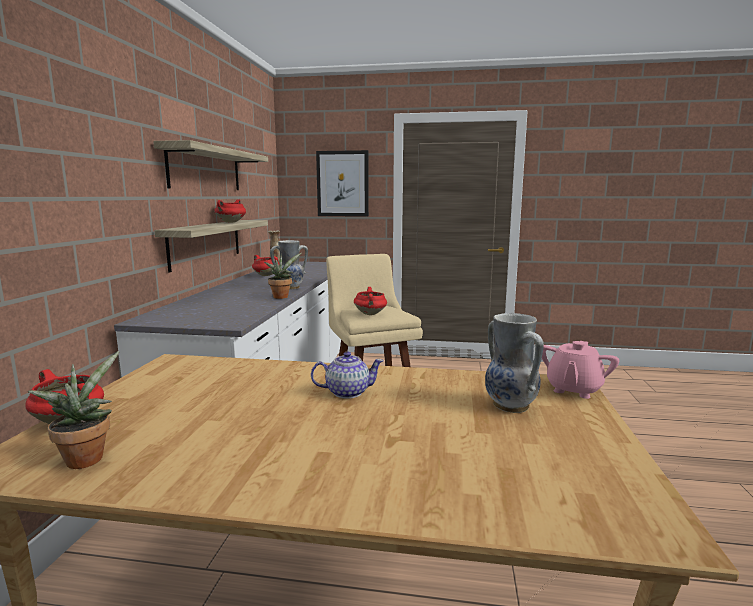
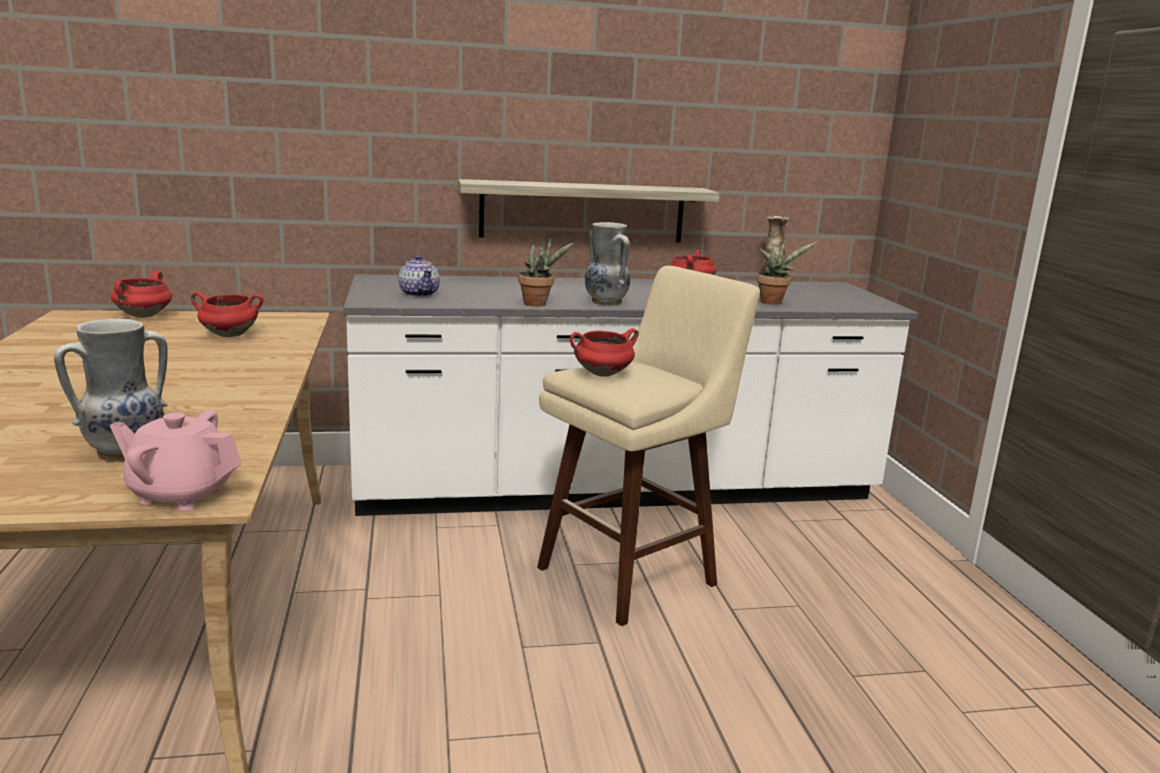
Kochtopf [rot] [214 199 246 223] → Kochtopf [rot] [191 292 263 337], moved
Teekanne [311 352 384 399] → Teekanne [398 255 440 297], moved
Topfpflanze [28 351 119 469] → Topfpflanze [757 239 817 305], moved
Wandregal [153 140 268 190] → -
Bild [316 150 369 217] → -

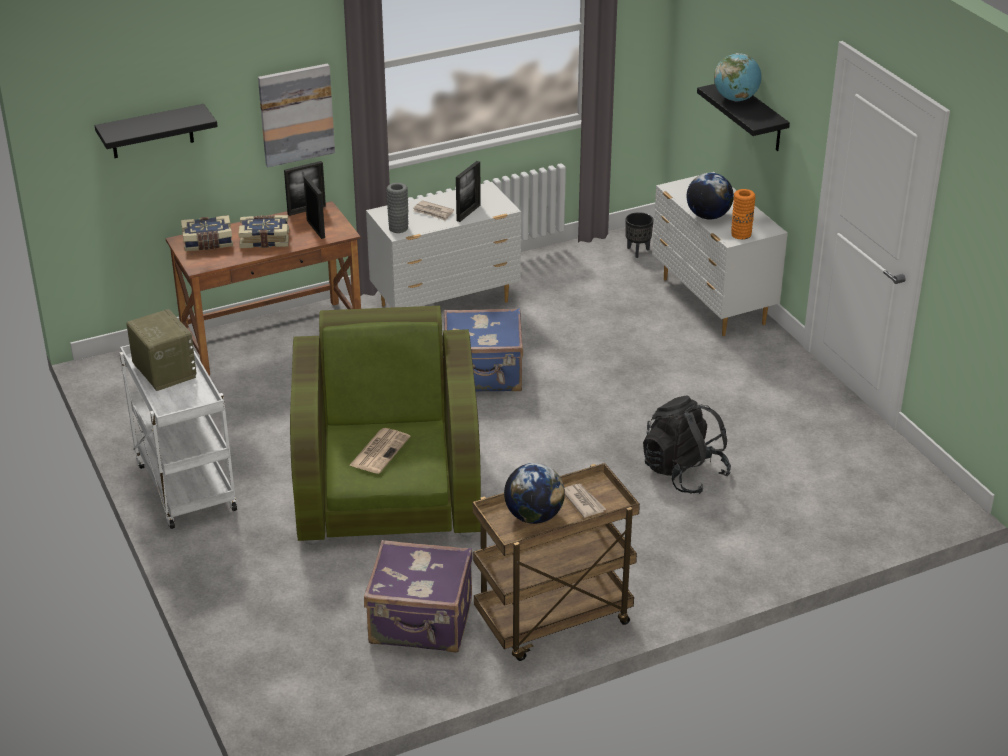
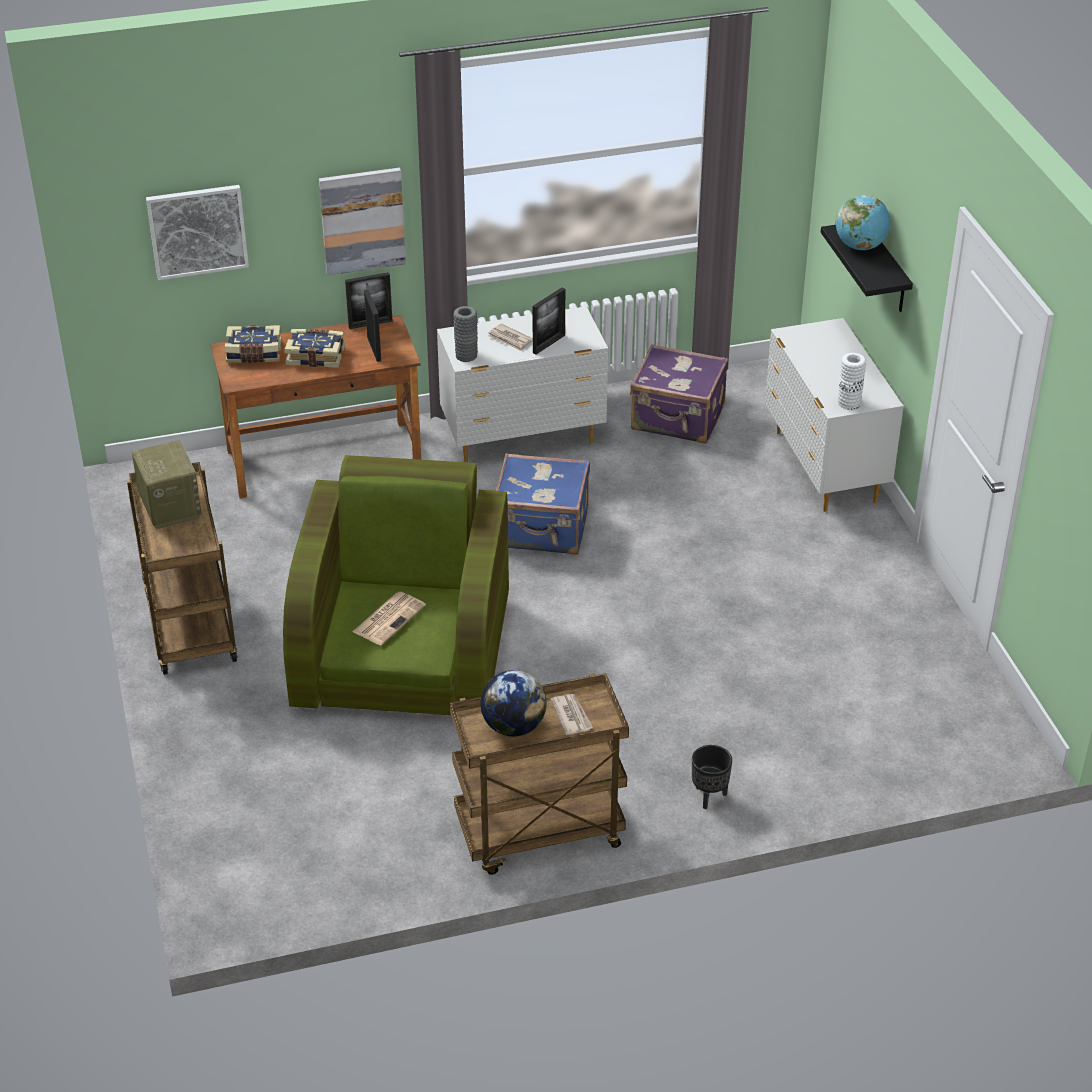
Rollwagen [weiß] [120 341 237 529] → Rollwagen [braun] [127 462 237 675]
Wandregal [schwarz] [94 104 218 158] → Bild [146 185 249 280]
Koffer [lila] [364 540 473 653] → Koffer [lila] [630 344 729 444], moved
Pflanzkübel [schwarz] [625 212 654 258] → Pflanzkübel [schwarz] [692 745 732 809], moved
Vase [orange] [731 189 756 240] → Vase [weiß] [838 353 866 410]
Rucksack [schwarz] [643 395 731 494] → -
Globus [687 173 734 220] → -

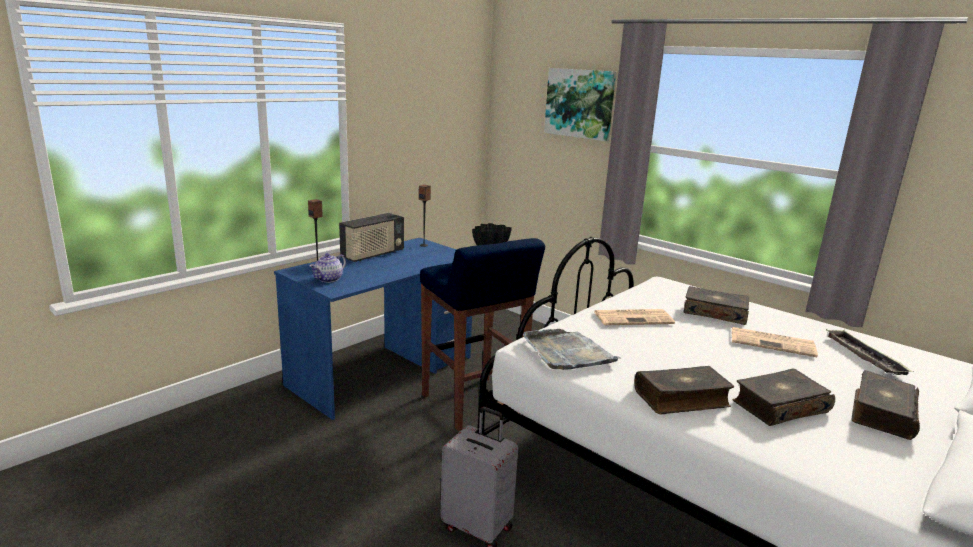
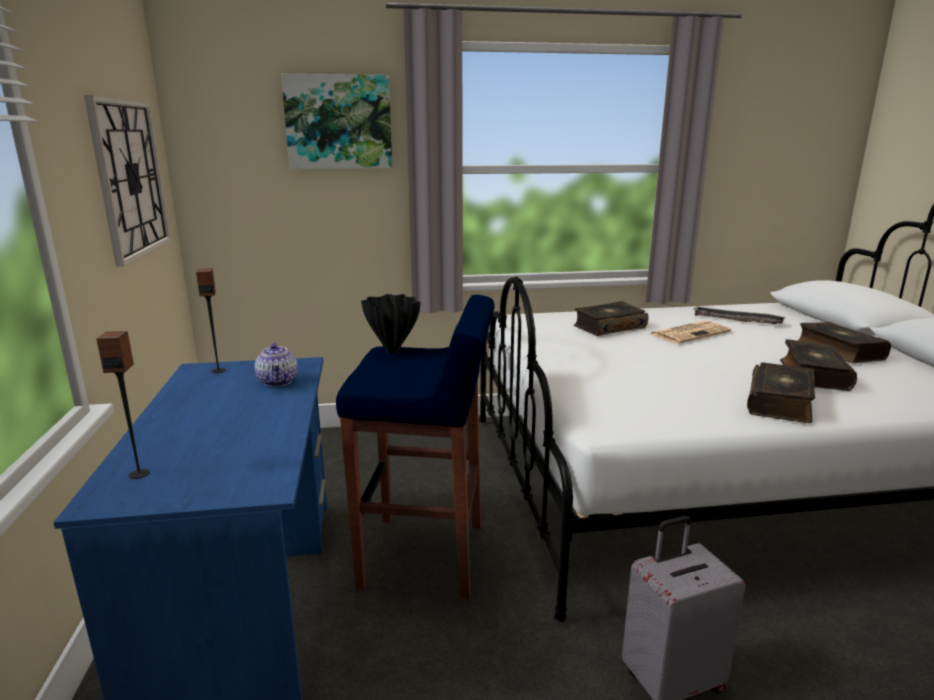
- → Wanduhr [84 95 171 267]
Teekanne [309 253 346 283] → Teekanne [255 343 298 387], moved
Radio [339 213 404 262] → -
Tablett [grau] [523 329 621 370] → -
Zeitung [594 309 675 325] → -

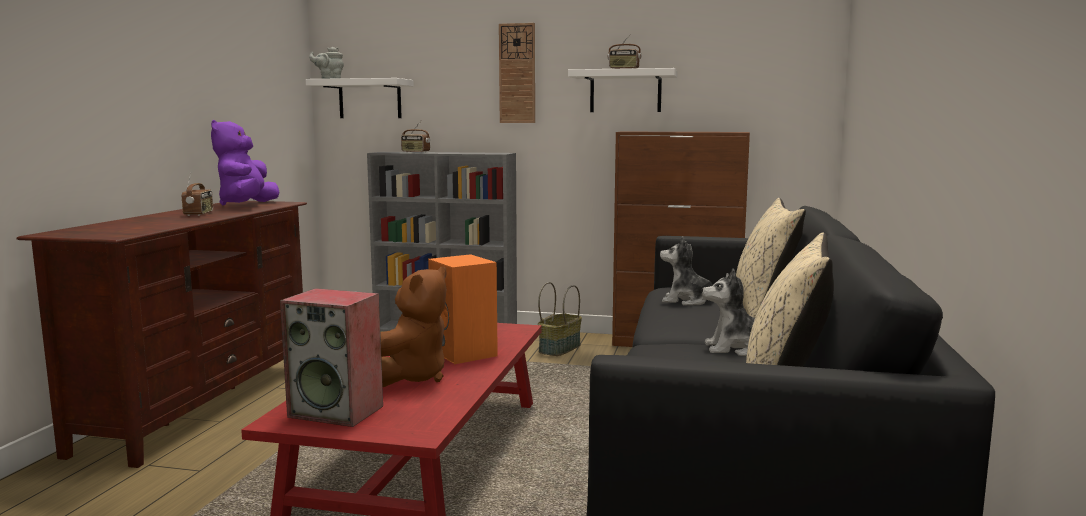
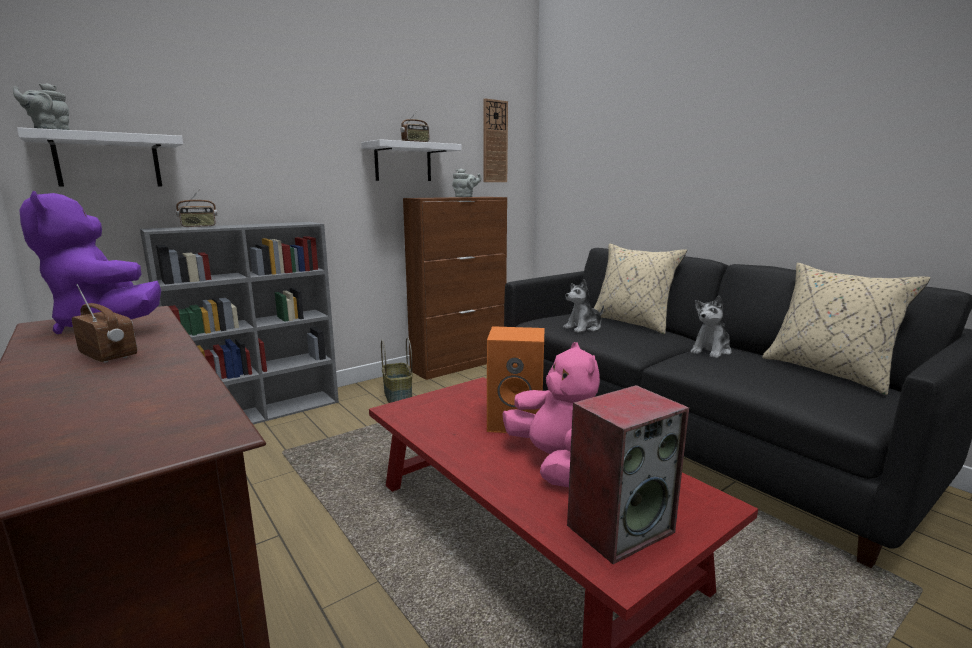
- → Teekanne [grau] [452 169 482 197]
Wanduhr [499 23 535 123] → Wanduhr [484 98 508 182], moved
Plüschtier [braun] [380 266 447 387] → Plüschtier [rosa] [503 342 600 487]

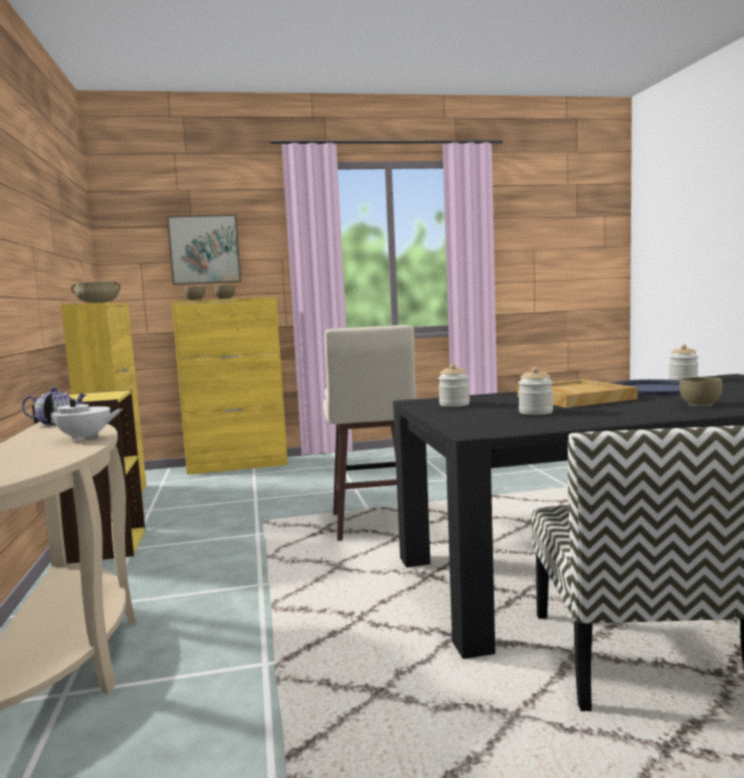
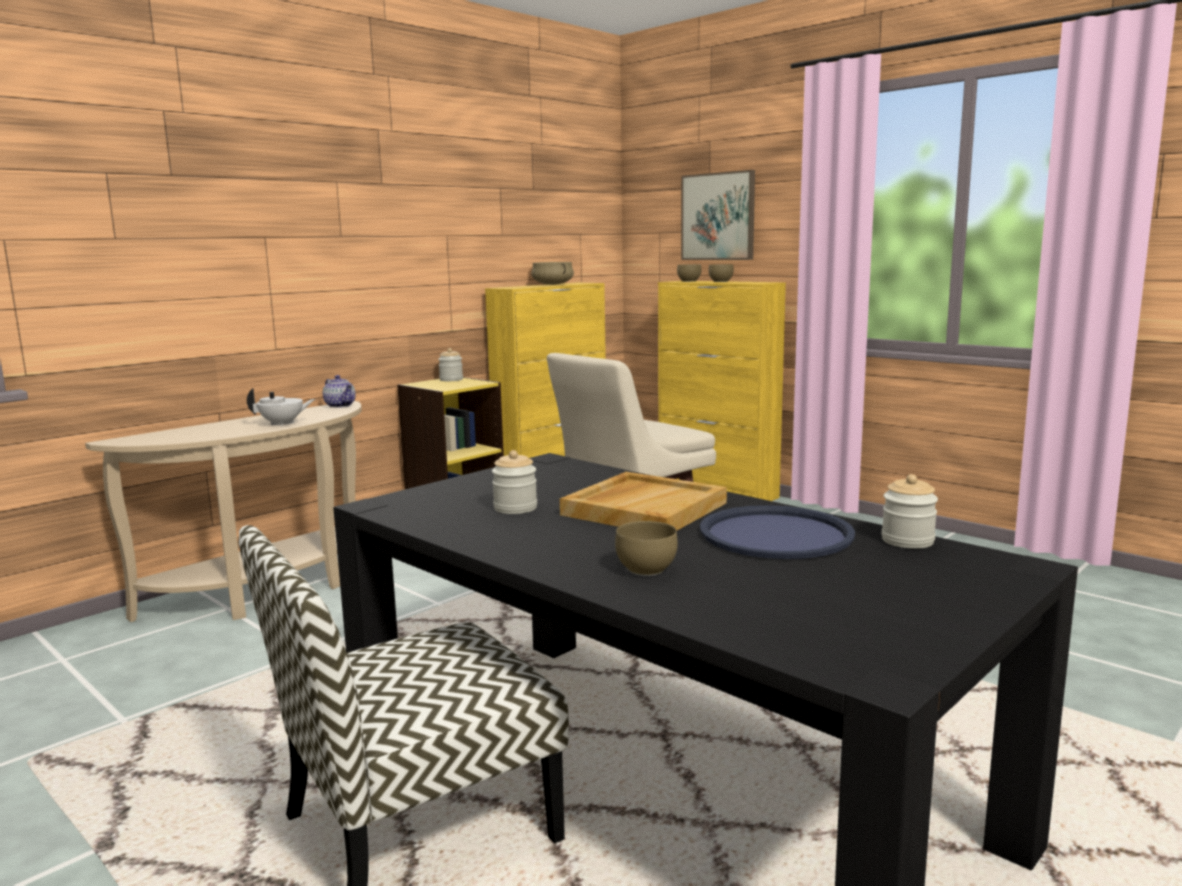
Teekanne [weiß] [43 393 123 441] → Teekanne [weiß] [247 388 315 426], 75 degrees counterclockwise
Vorratsglas [438 364 470 407] → Vorratsglas [438 348 463 381], moved

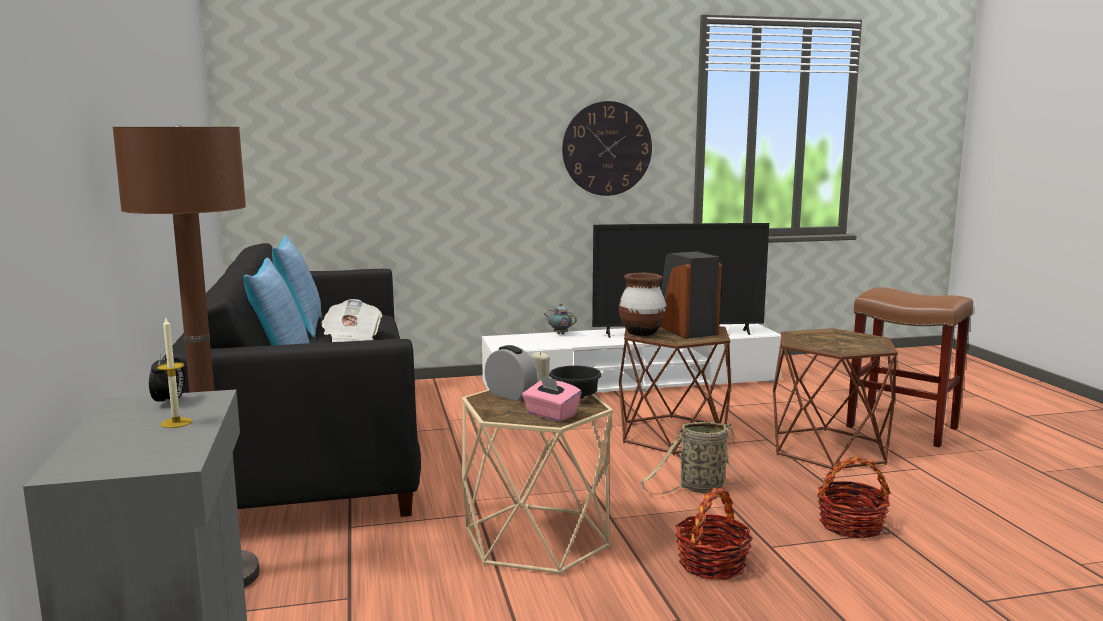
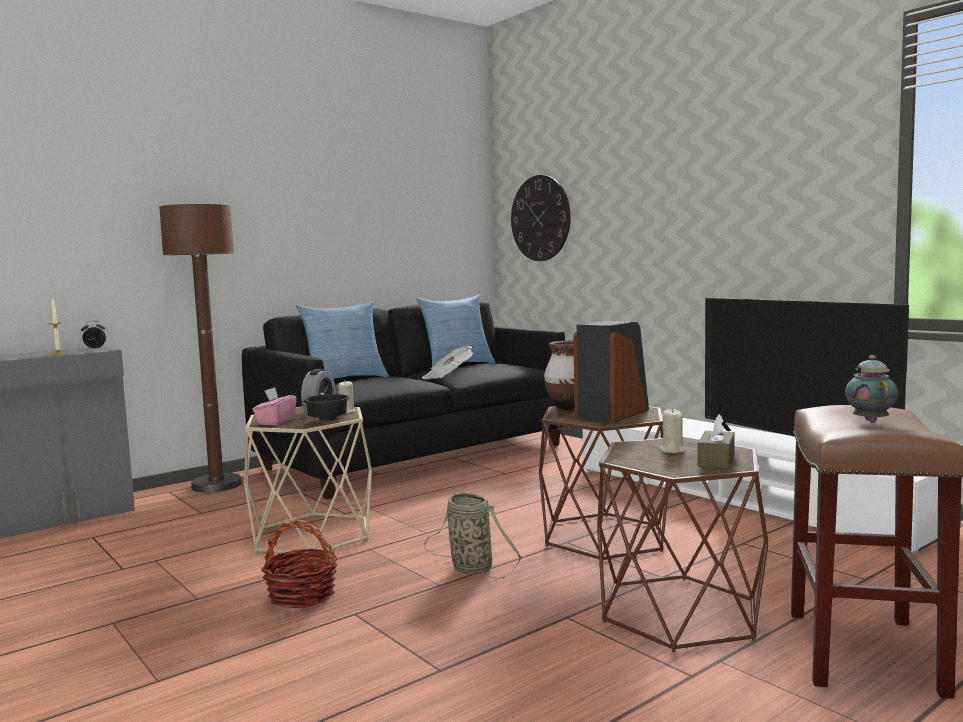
Wanduhr [562 101 652 196] → Wanduhr [511 175 571 261], moved
- → Kerze [beige] [659 408 685 453]
- → Taschentuchbox [braun] [698 414 735 469]
Teekanne [544 303 577 335] → Teekanne [845 355 898 423], moved
Korb [817 457 891 538] → -

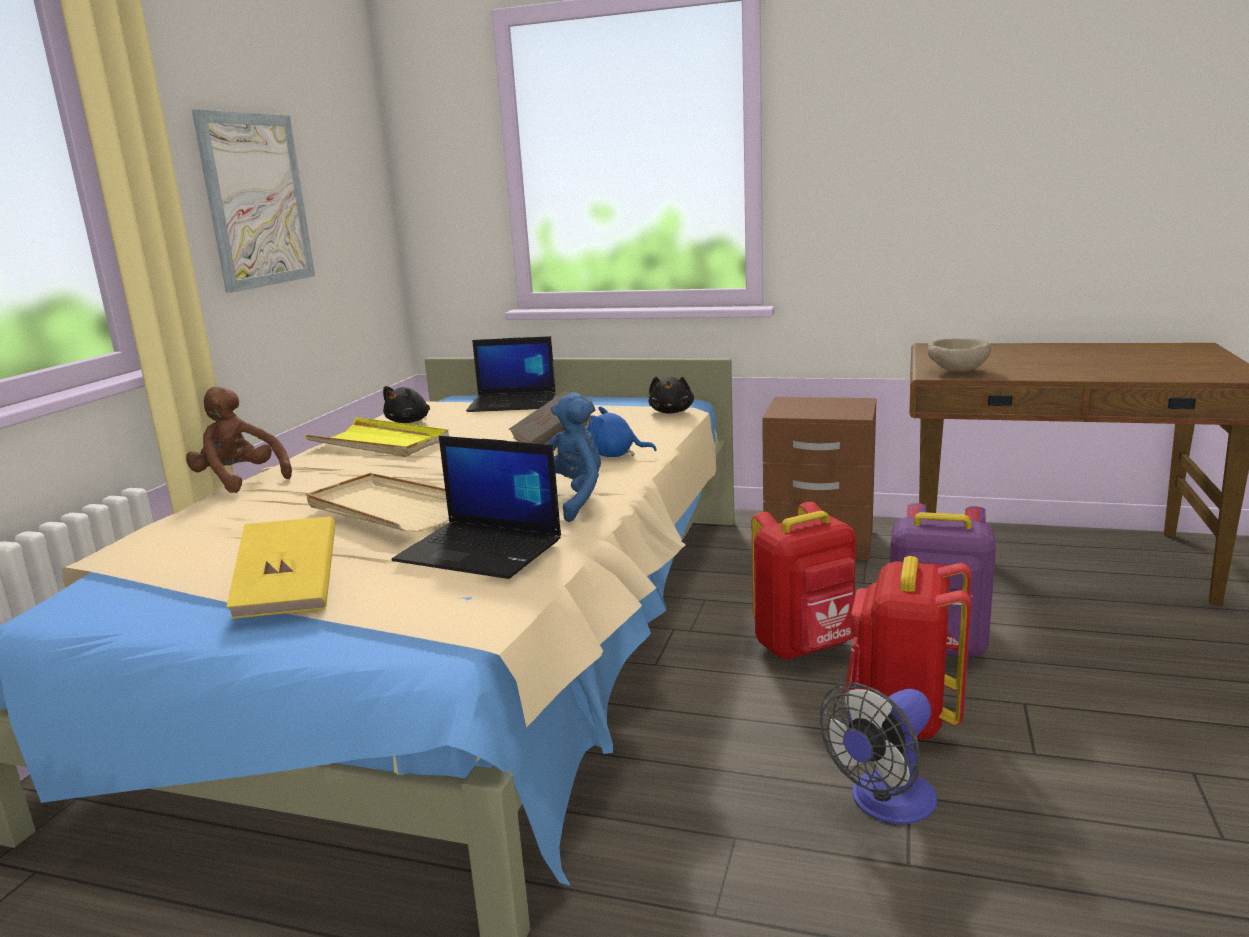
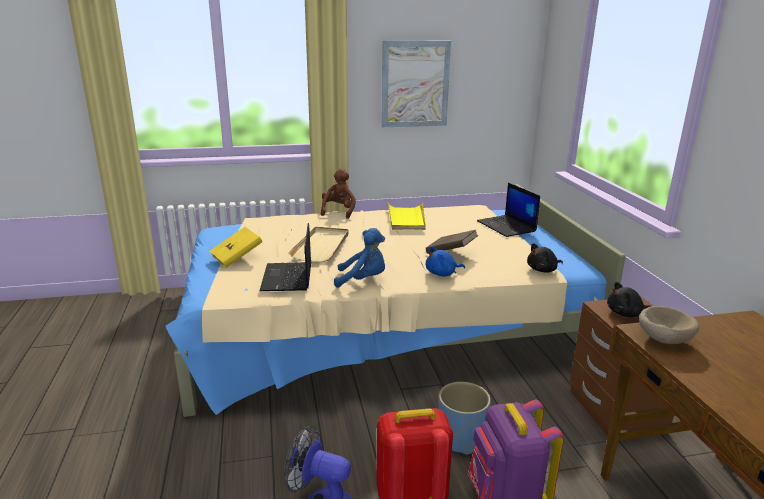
Plüschtier [blau] [587 406 657 457] → Plüschtier [blau] [426 246 465 276], 90 degrees counterclockwise
Rucksack [rot] [752 502 856 660] → Pflanzkübel [blau] [439 382 491 455]
Plüschtier [schwarz] [383 386 430 423] → Plüschtier [schwarz] [607 282 651 317], moved

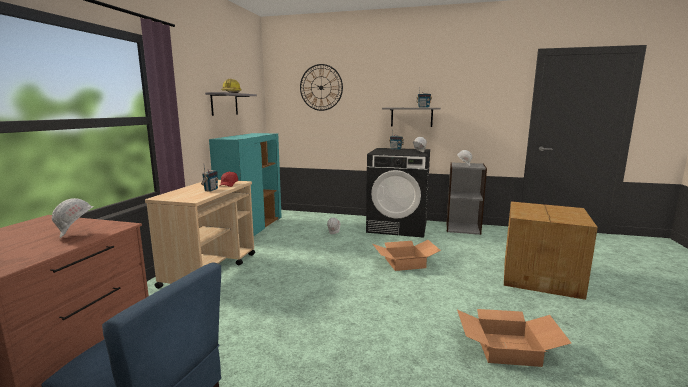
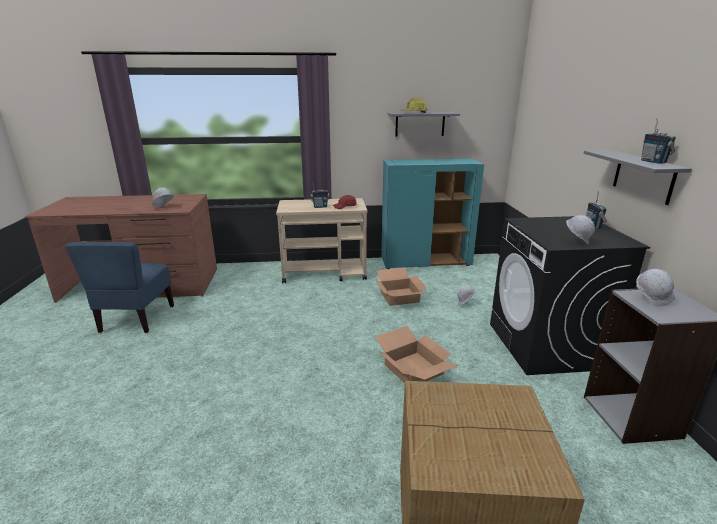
Karton [457 309 571 367] → Karton [375 268 427 306], moved
Wanduhr [300 64 343 111] → -

